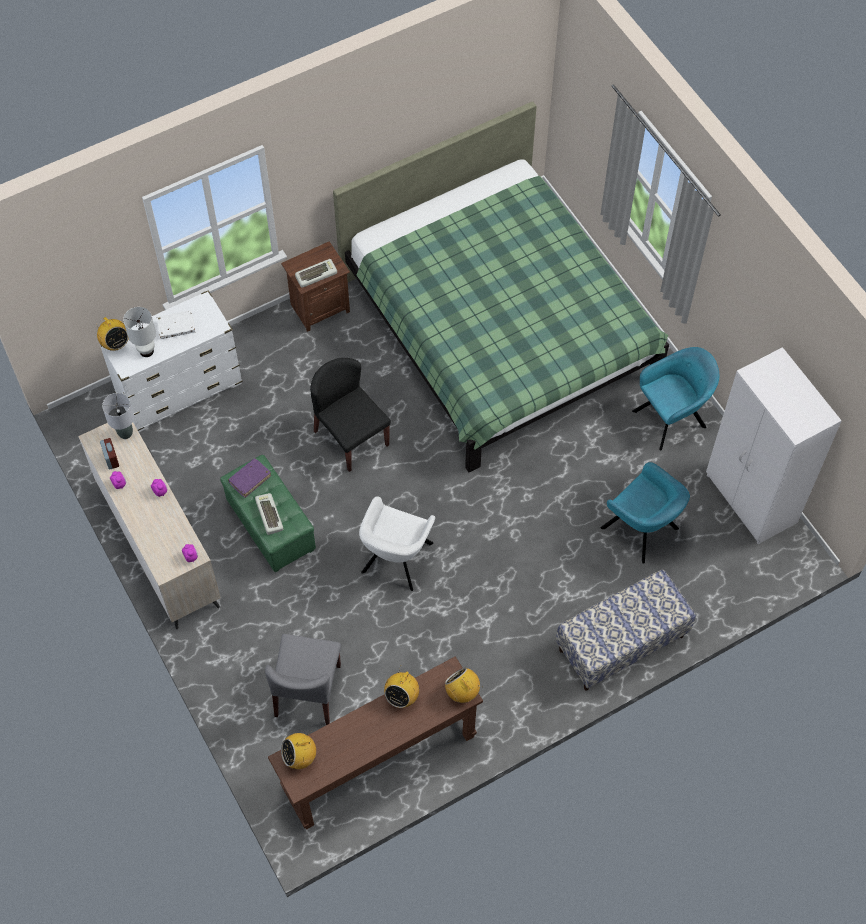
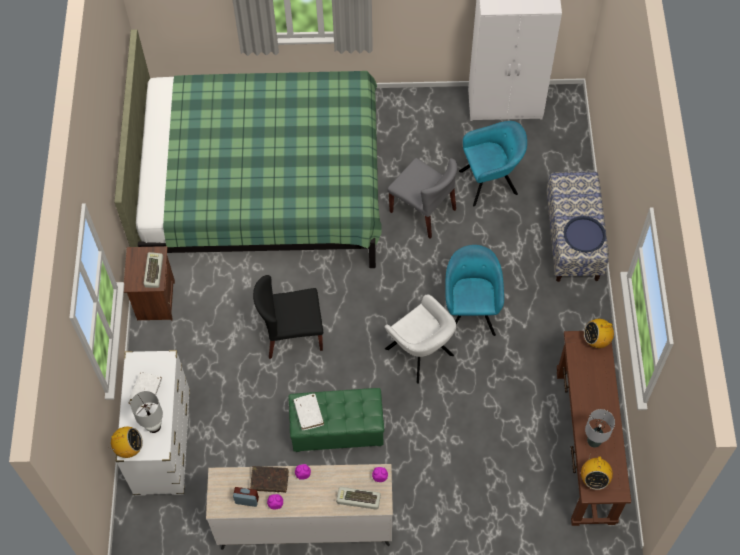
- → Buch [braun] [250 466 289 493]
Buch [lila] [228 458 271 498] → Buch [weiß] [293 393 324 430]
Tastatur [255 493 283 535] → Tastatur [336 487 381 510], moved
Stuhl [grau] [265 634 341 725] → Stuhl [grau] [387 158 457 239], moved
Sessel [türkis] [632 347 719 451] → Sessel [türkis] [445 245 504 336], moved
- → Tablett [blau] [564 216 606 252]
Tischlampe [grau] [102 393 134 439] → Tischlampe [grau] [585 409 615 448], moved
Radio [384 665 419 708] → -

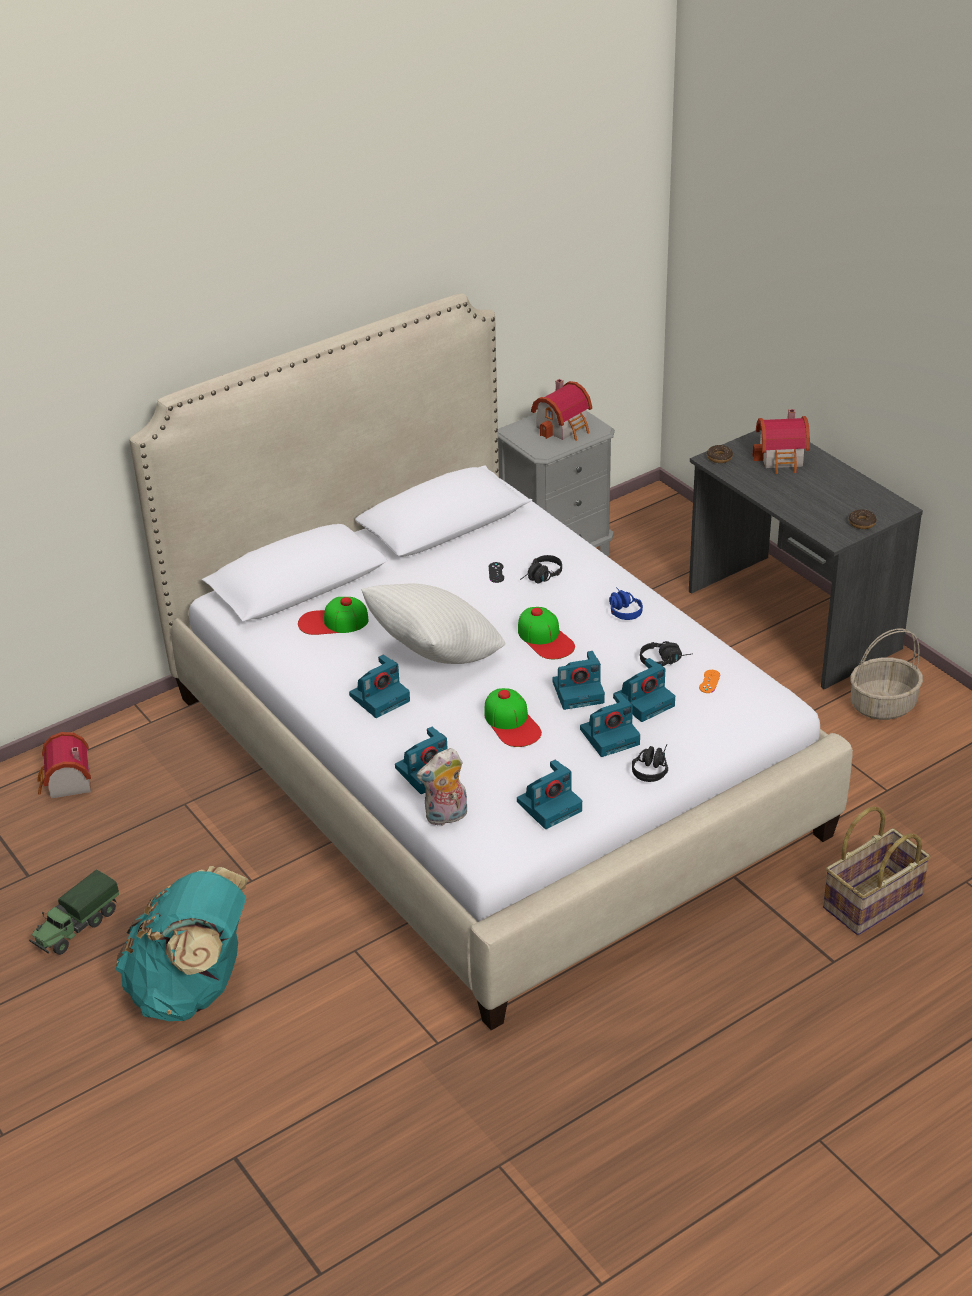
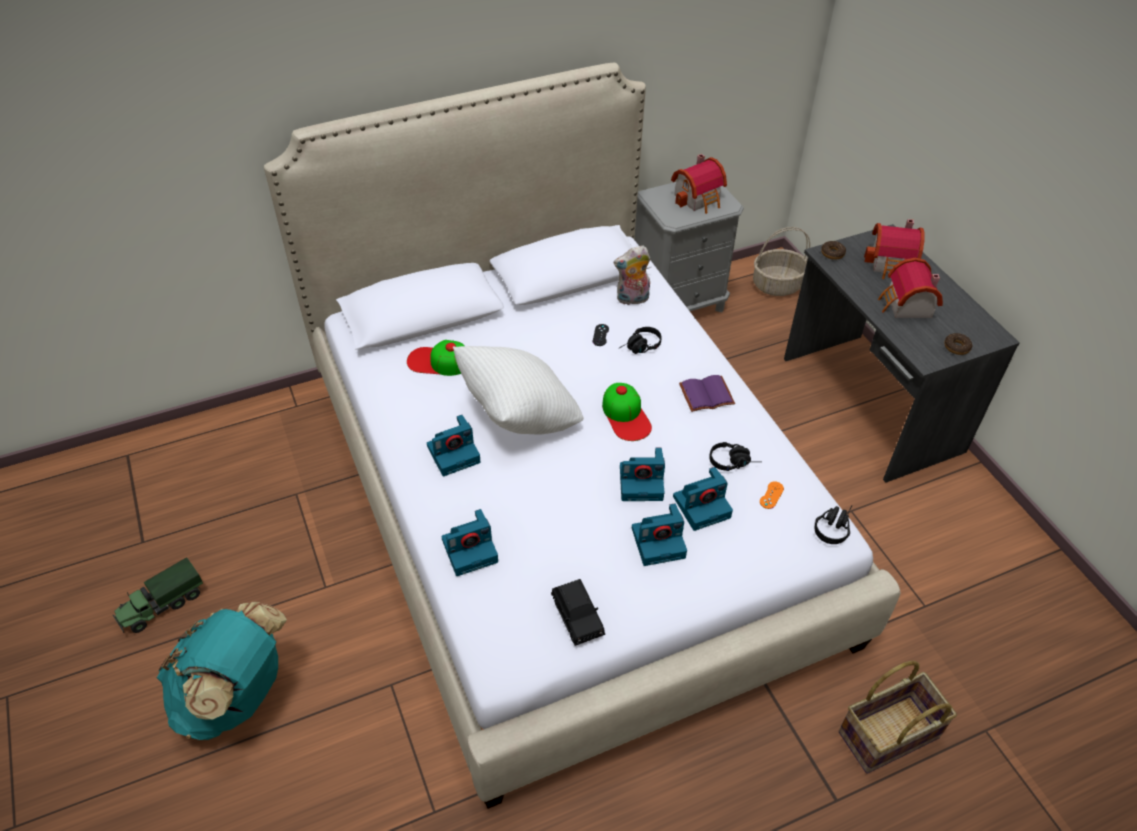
Kamera [517 759 582 829] → Spielzeugauto [schwarz] [551 579 605 646]
Plüschtier [417 748 467 826] → Plüschtier [614 245 651 305], moved
Kopfhörer [blau] [609 587 643 620] → Buch [lila] [679 375 735 412]
Korb [850 628 923 720] → Korb [753 227 810 296], moved
Kopfhörer [schwarz] [632 744 668 782] → Kopfhörer [schwarz] [815 506 852 544], moved
Spielzeughaus [37 732 91 798] → Spielzeughaus [878 258 943 318], moved
Kappe [484 688 542 747] → -

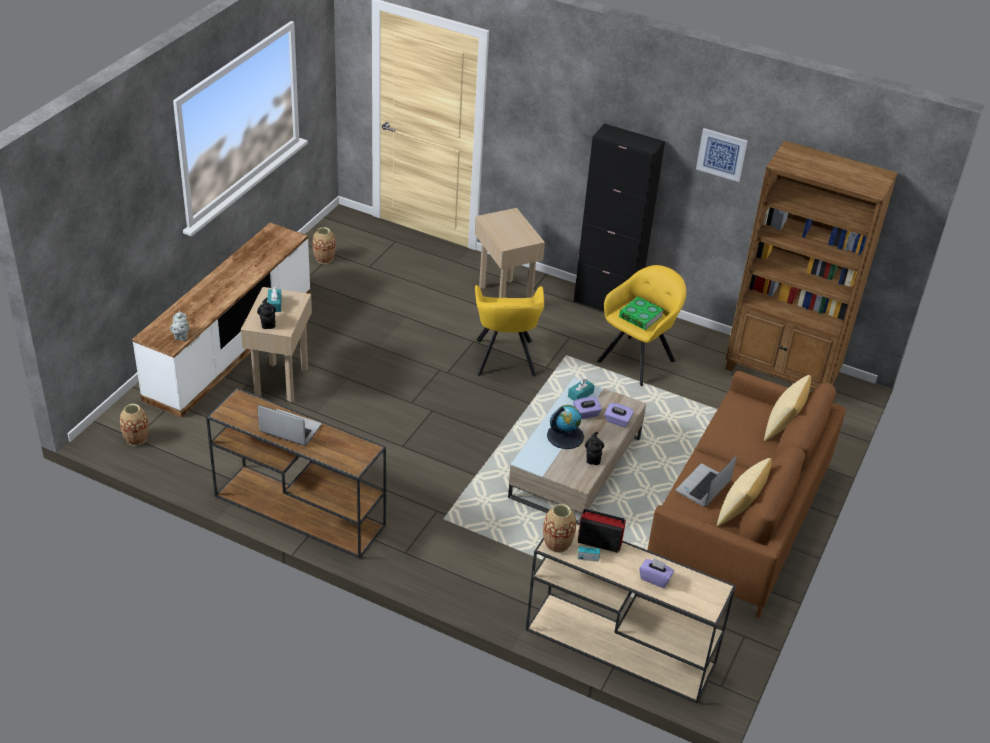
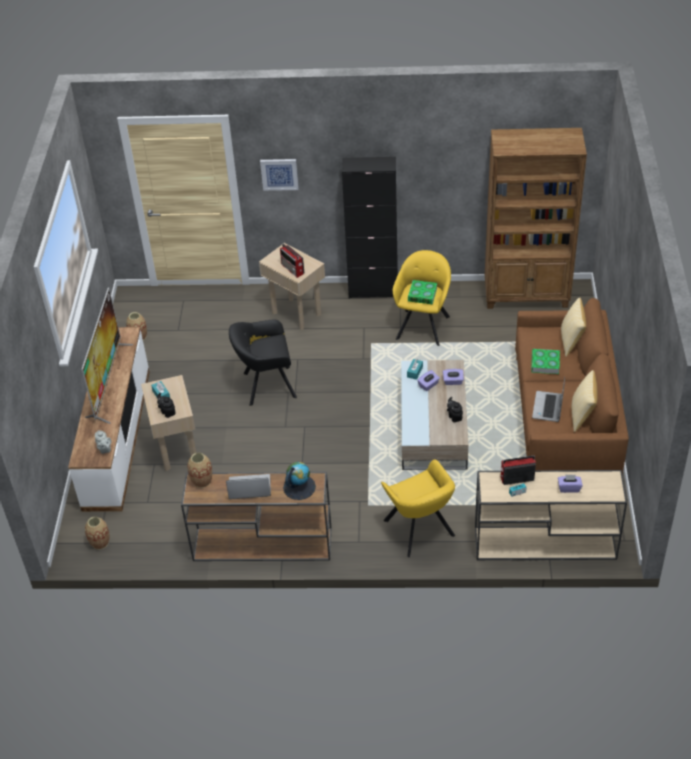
- → Fernseher [81 287 133 424]
Vase [543 504 576 553] → Vase [187 453 212 488], moved
- → Sessel [schwarz] [229 319 297 406]
Bild [696 128 748 182] → Bild [260 159 299 191], moved
- → Radio [280 244 304 278]
Globus [547 405 584 449] → Globus [283 462 316 500], moved
Sessel [gelb] [475 285 544 377] → Sessel [gelb] [381 460 455 557], moved
- → Buch [531 349 560 374]

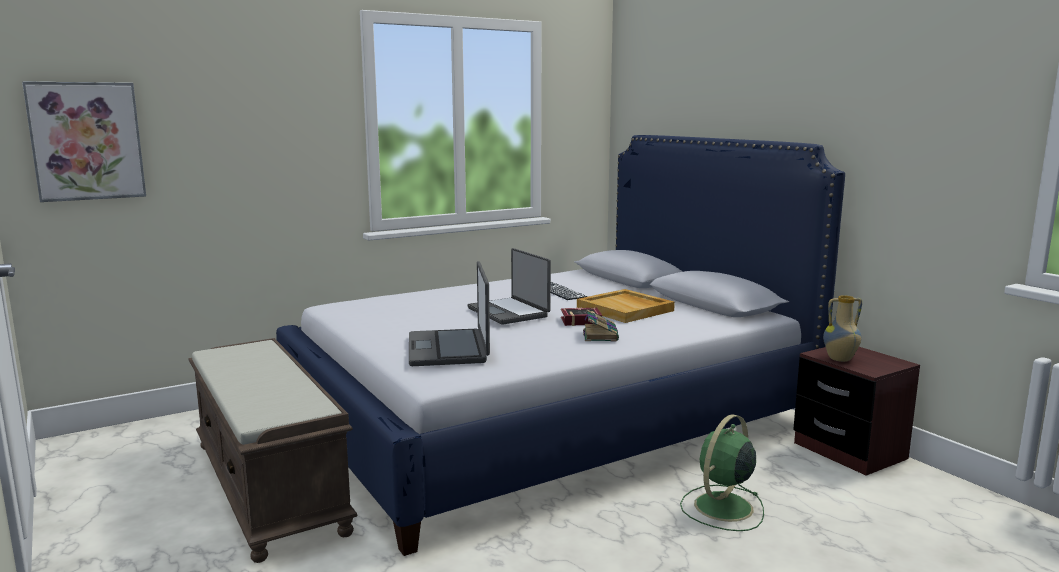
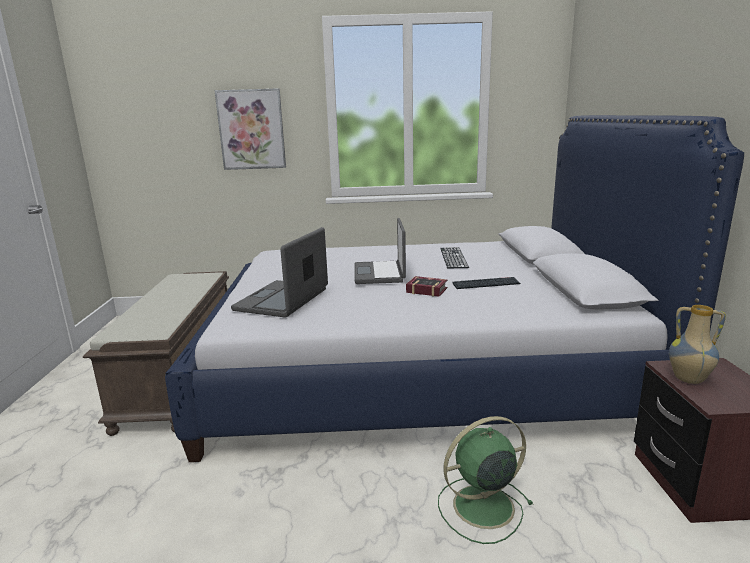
Bild [22 81 146 202] → Bild [214 88 286 170], moved
Tablett [beige] [577 289 675 323] → Tastatur [452 277 520 289]
Buch [583 310 619 342] → -

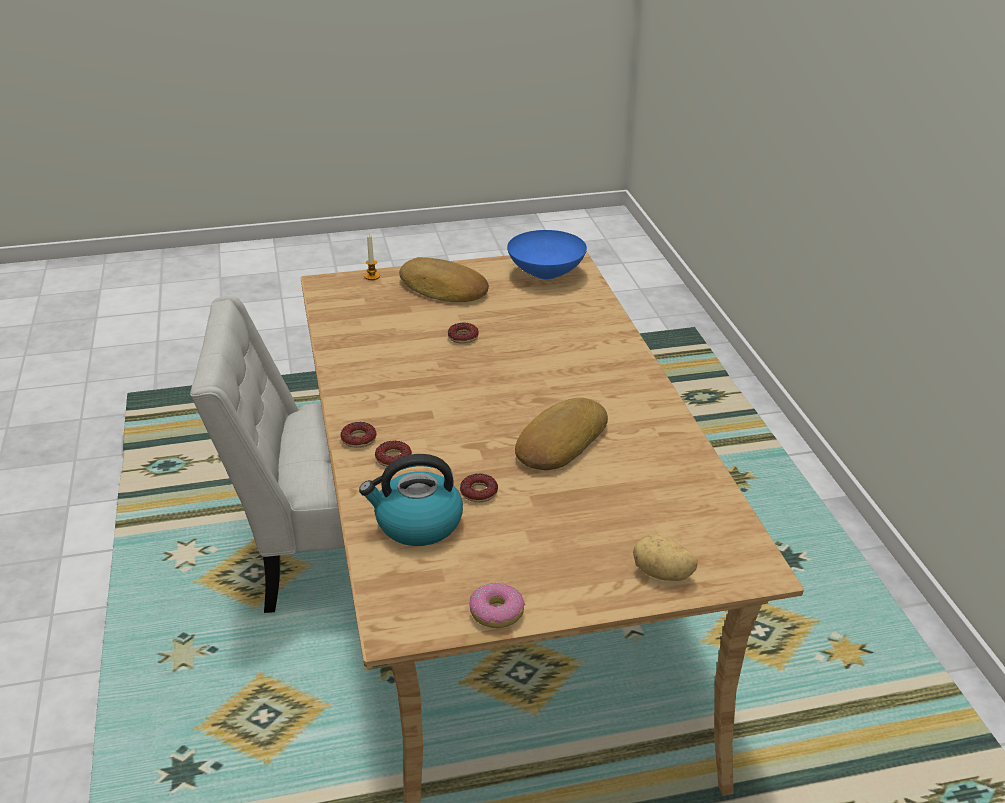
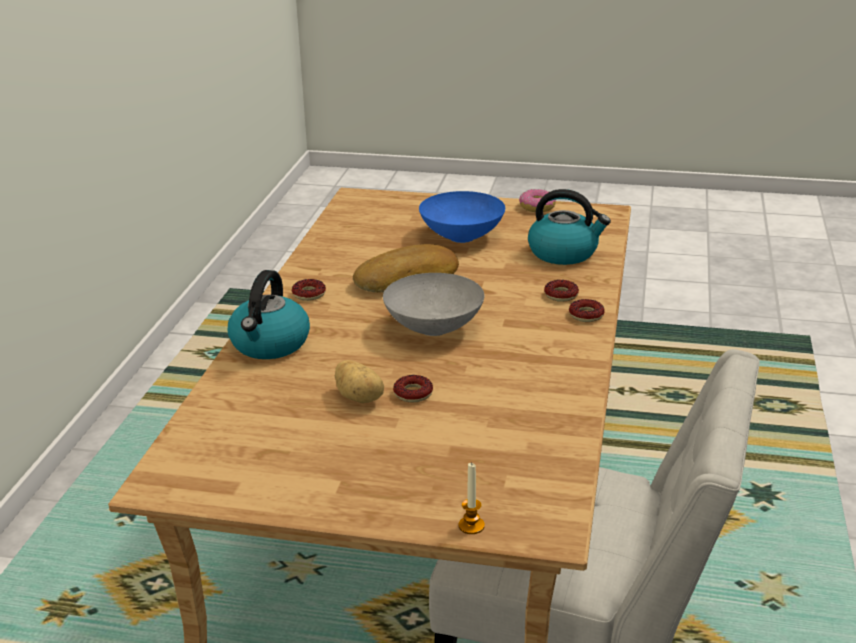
- → Wasserkessel [228 270 310 359]
Donut [460 474 498 502] → Donut [292 279 326 301], moved
Kartoffel [633 534 698 581] → Kartoffel [335 360 384 403], moved
- → Schüssel [grau] [383 273 484 336]
Schüssel [blau] [507 230 587 279] → Schüssel [blau] [419 191 505 243], moved
Brot [399 257 489 302] → -

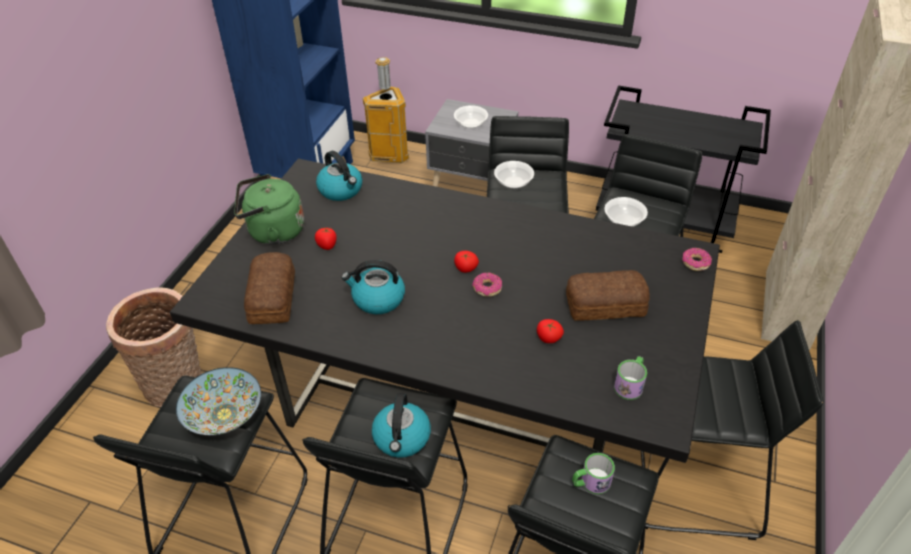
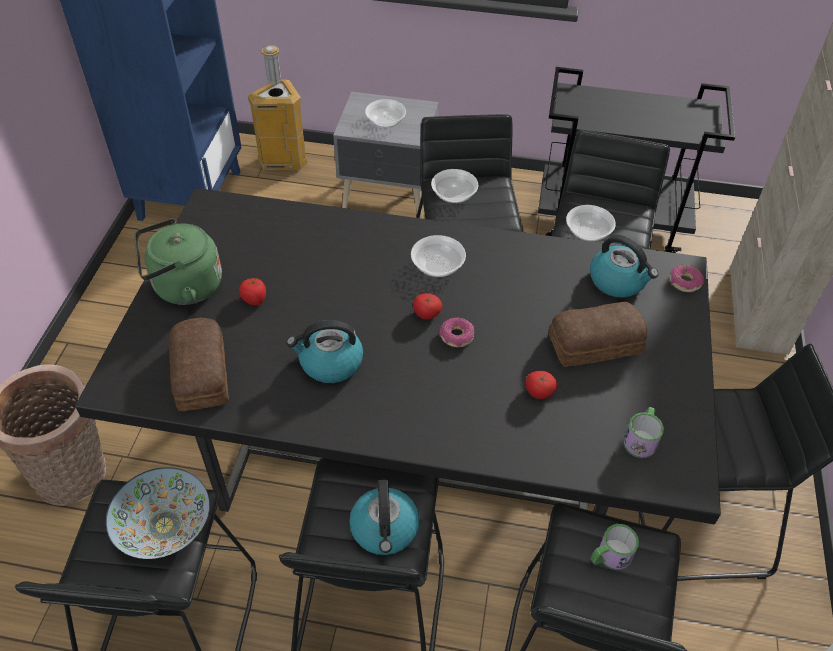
- → Schüssel [411 235 466 277]
Wasserkessel [316 151 362 201] → Wasserkessel [590 235 658 297], moved

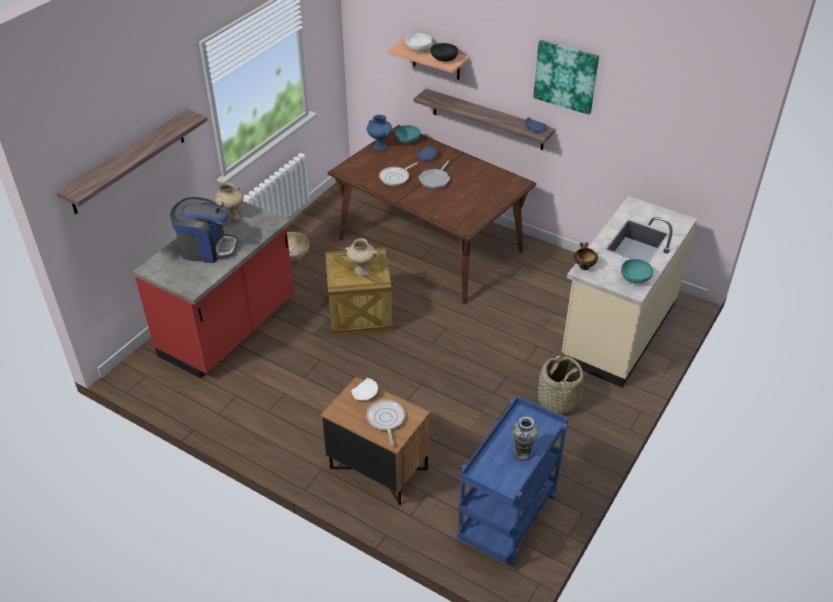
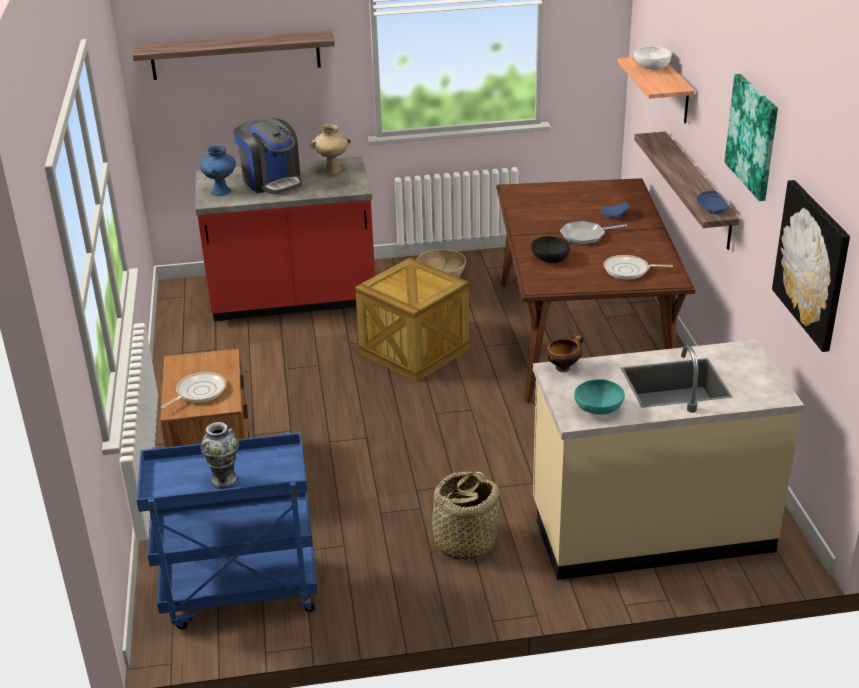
Vase [blau] [367 115 392 151] → Vase [blau] [200 145 236 196], moved
Schüssel [schwarz] [430 43 458 62] → Schüssel [schwarz] [531 236 570 263], moved
Pfanne [379 162 418 186] → Pfanne [603 255 673 279], moved
- → Bild [772 180 850 352]
Vase [beige] [344 238 378 276] → -
Teller [weiß] [351 378 378 401] → -
Schüssel [türkis] [395 125 420 143] → -

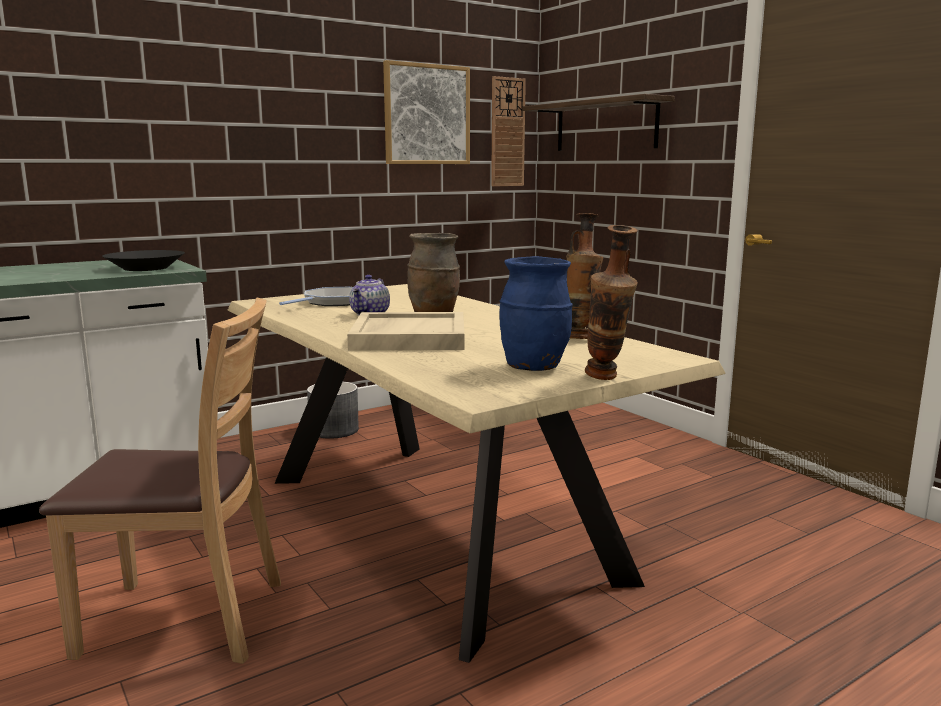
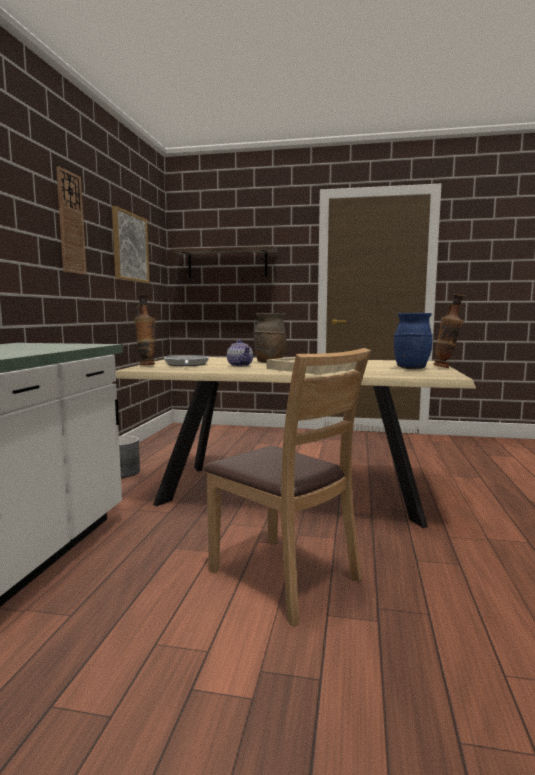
Wanduhr [491 76 526 186] → Wanduhr [56 167 87 274], moved
Vase [566 213 603 339] → Vase [134 295 155 366], moved
Stuhl [braun] [39 297 281 664] → Stuhl [braun] [204 348 371 626], 90 degrees clockwise
Schüssel [schwarz] [102 250 185 271] → -

